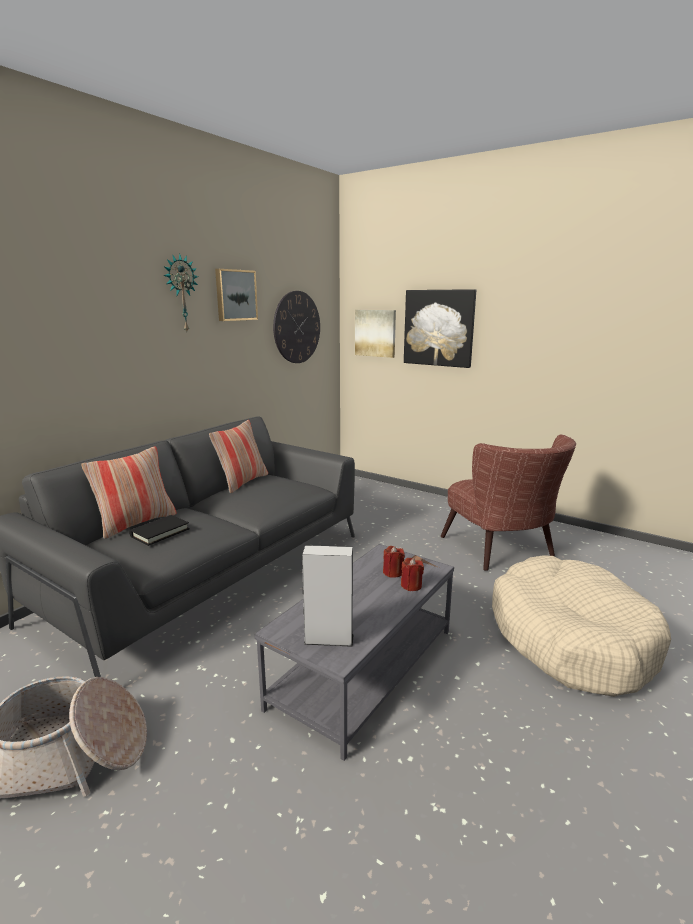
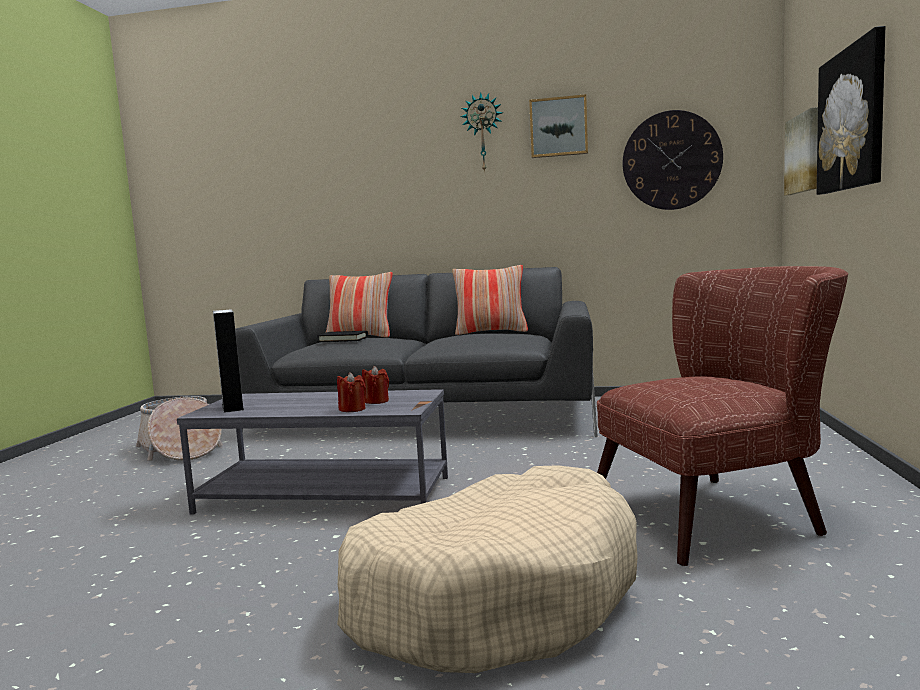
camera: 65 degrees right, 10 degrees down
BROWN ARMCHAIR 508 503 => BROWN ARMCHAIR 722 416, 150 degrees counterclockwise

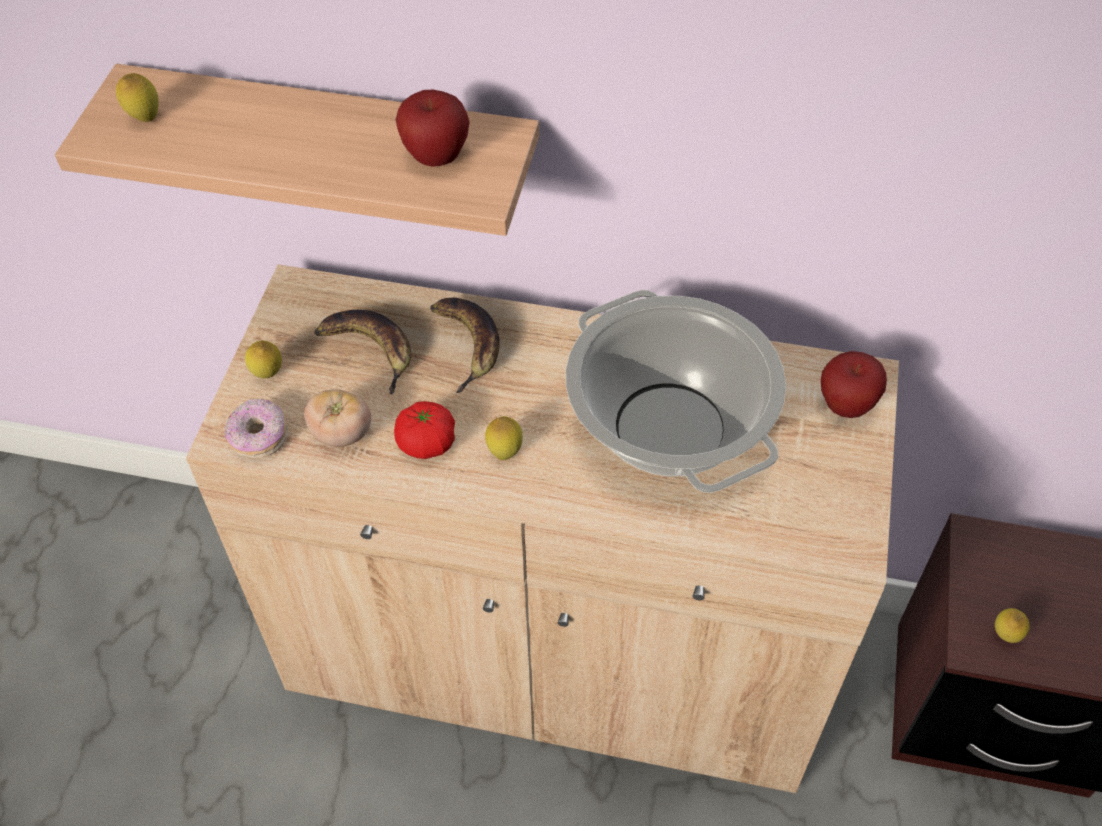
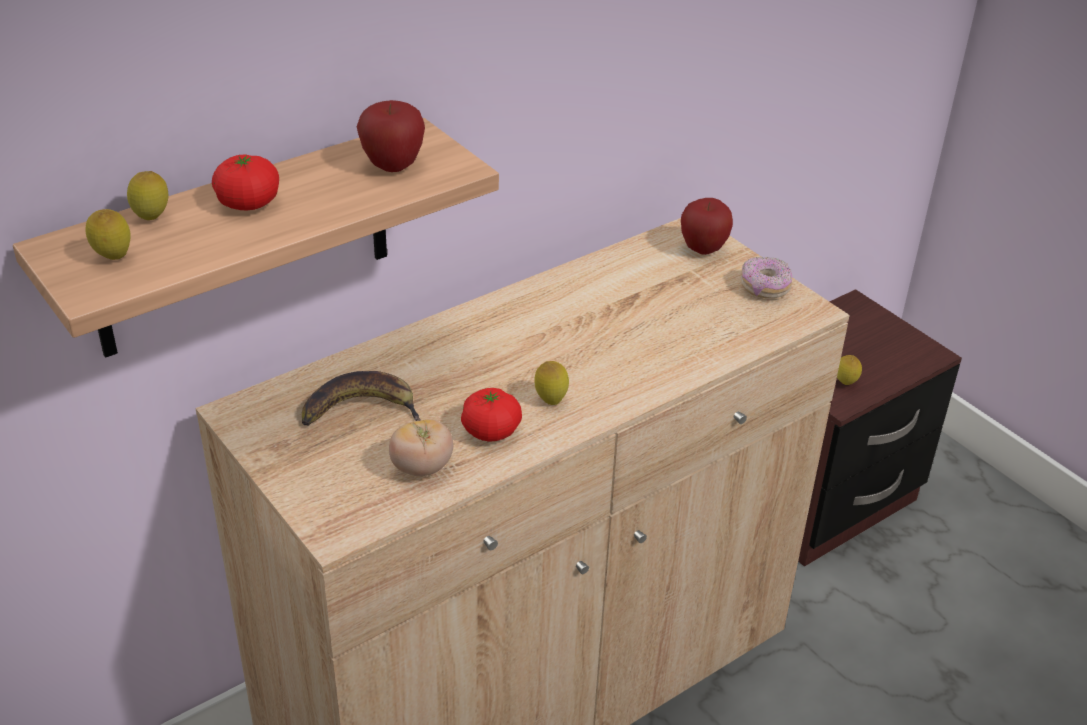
camera: 50 degrees left, 15 degrees down
LEMON 263 359 => LEMON 147 195, move
nothing => TOMATO 245 182
DONUT 256 428 => DONUT 766 278, move
BANANA 465 345 => nothing
COOKING POT 676 391 => nothing

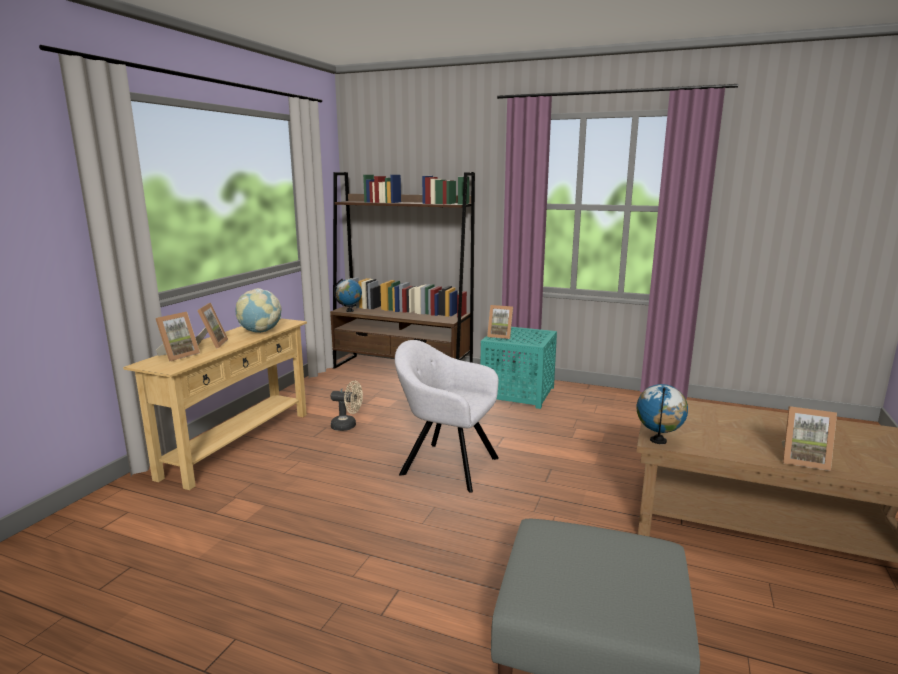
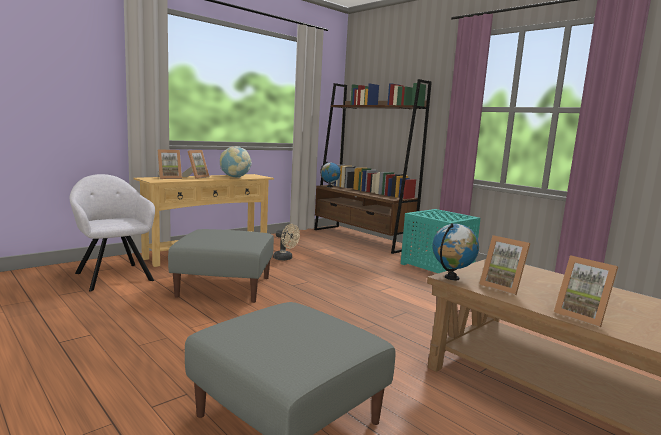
camera: 25 degrees right, 5 degrees down
GREY ARMCHAIR 447 416 => GREY ARMCHAIR 112 233, move
nothing => GREY OTTOMAN 221 266
PICTURE FRAME 500 322 => PICTURE FRAME 504 265, move

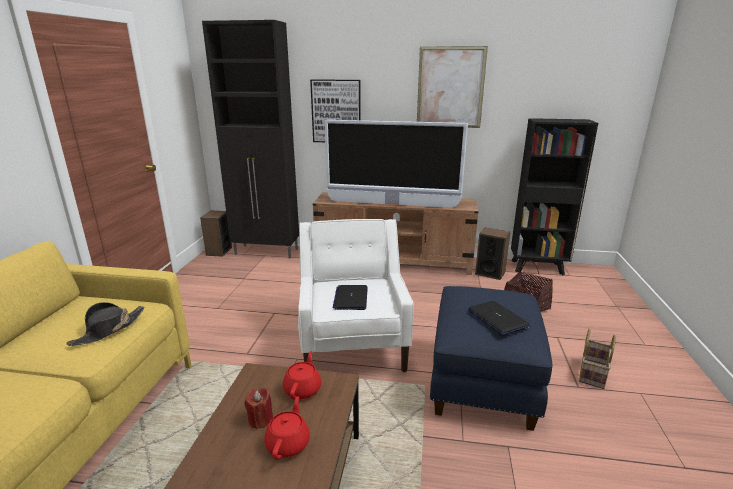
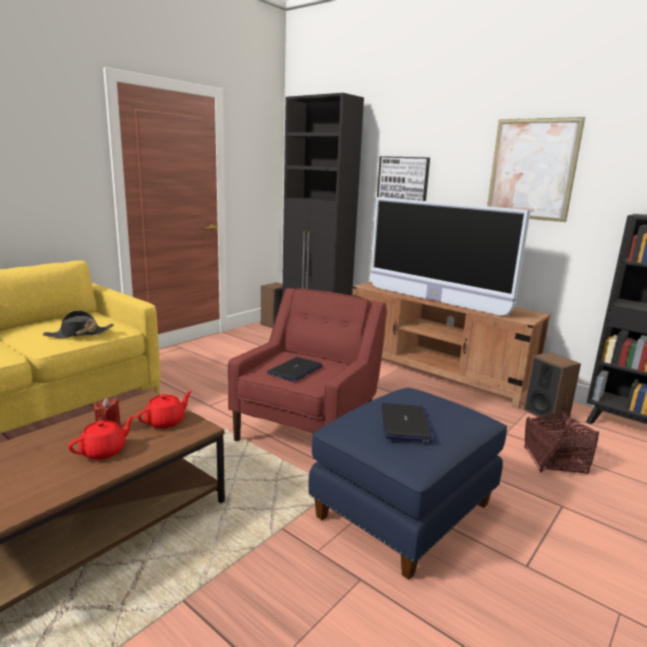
camera: 30 degrees right, 5 degrees down
WHITE ARMCHAIR 356 295 => RED ARMCHAIR 307 364
BASKET 597 358 => nothing

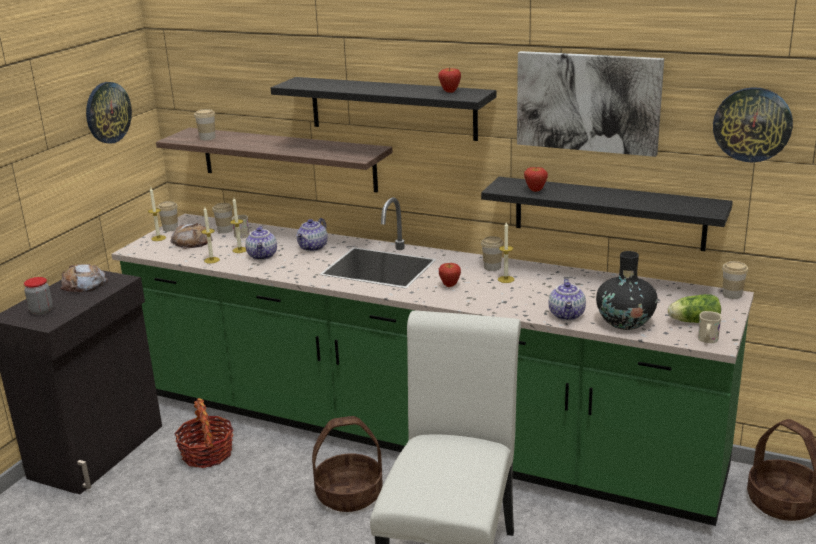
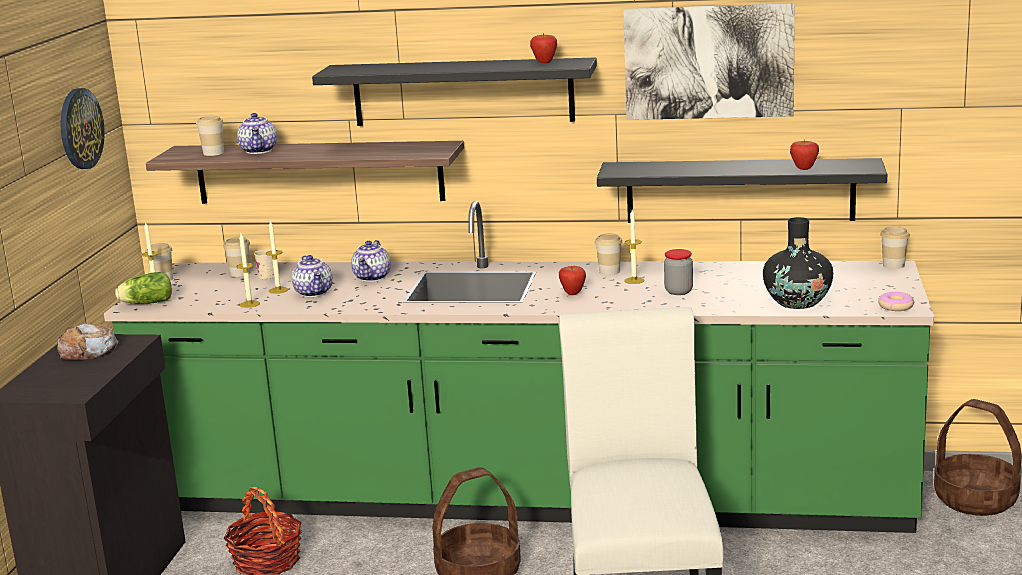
camera: 15 degrees left, 5 degrees down
LETTUCE 694 308 => LETTUCE 143 288, move
TEAPOT 567 300 => TEAPOT 257 133, move
JAR 38 296 => JAR 678 272, move
APPLE 536 179 => APPLE 804 155, move
BEIGE MUG 710 327 => DONUT 896 301
BREAD 191 236 => nothing
WALL CLOCK 753 124 => nothing

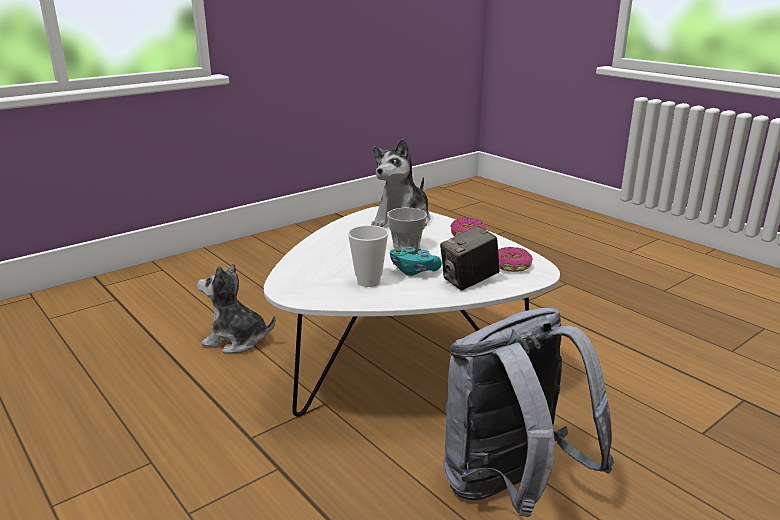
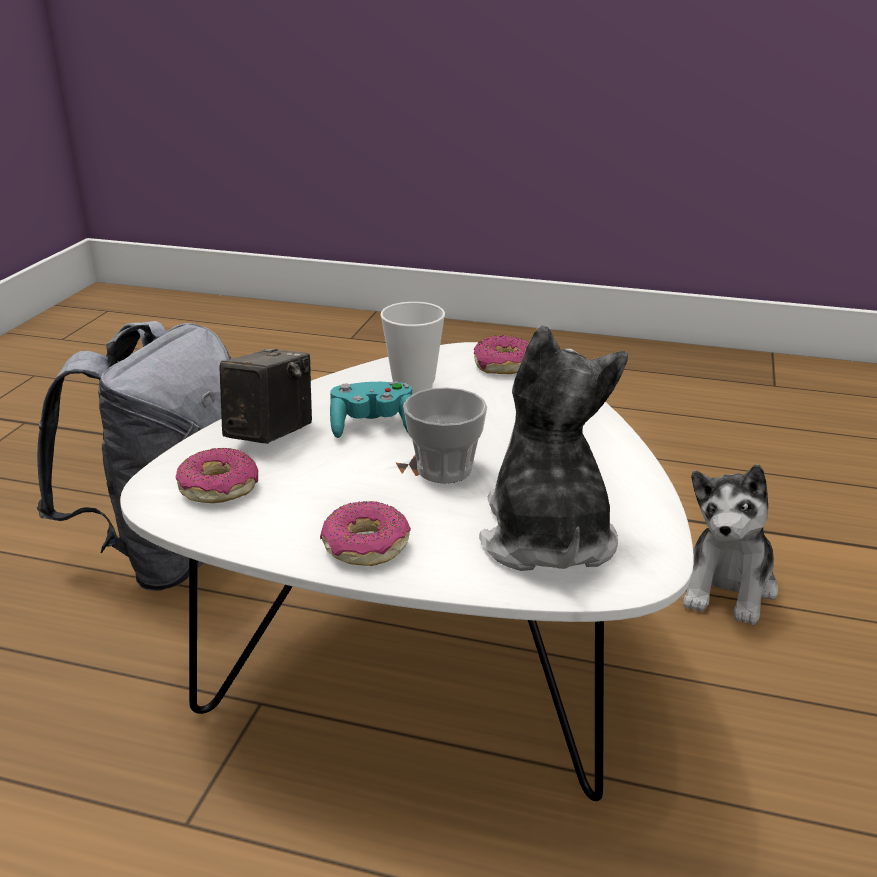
camera: 145 degrees right, 5 degrees up
nothing => DONUT 501 354
PLUSH TOY 236 308 => PLUSH TOY 730 544, 135 degrees clockwise

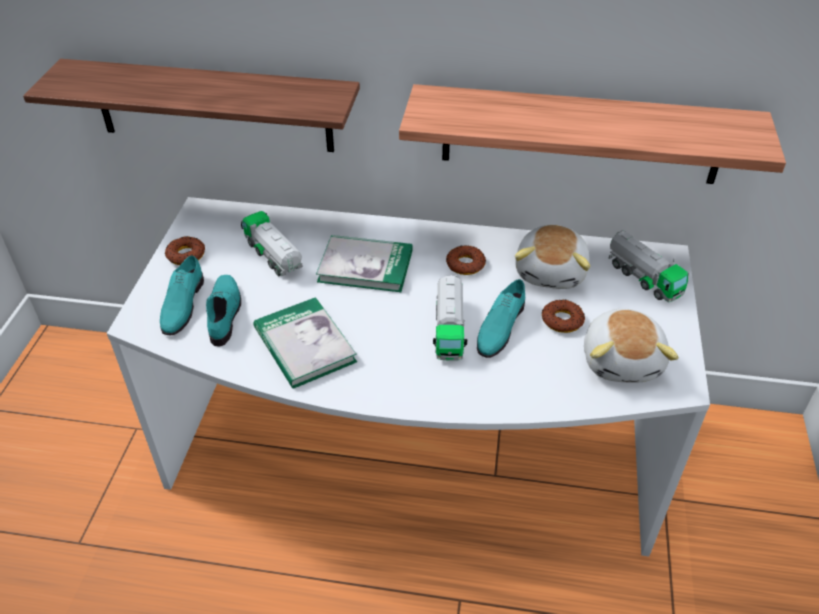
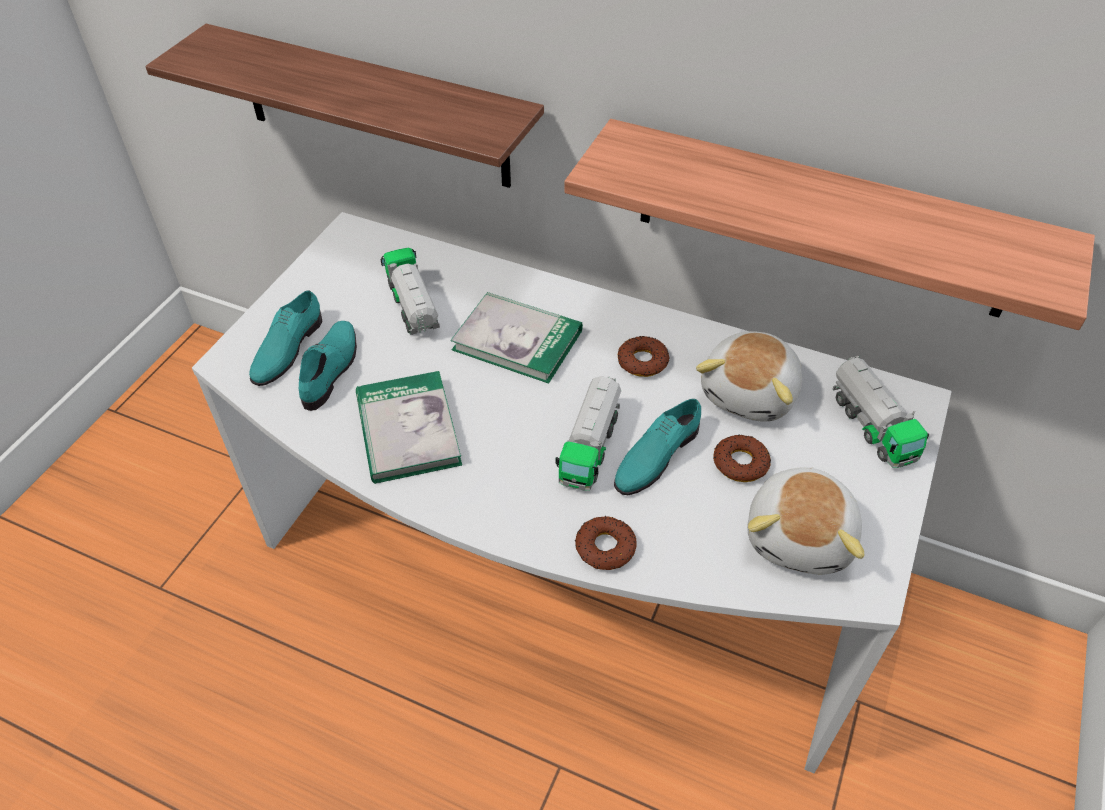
camera: 15 degrees right, 5 degrees up
DONUT 185 250 => DONUT 605 543, move

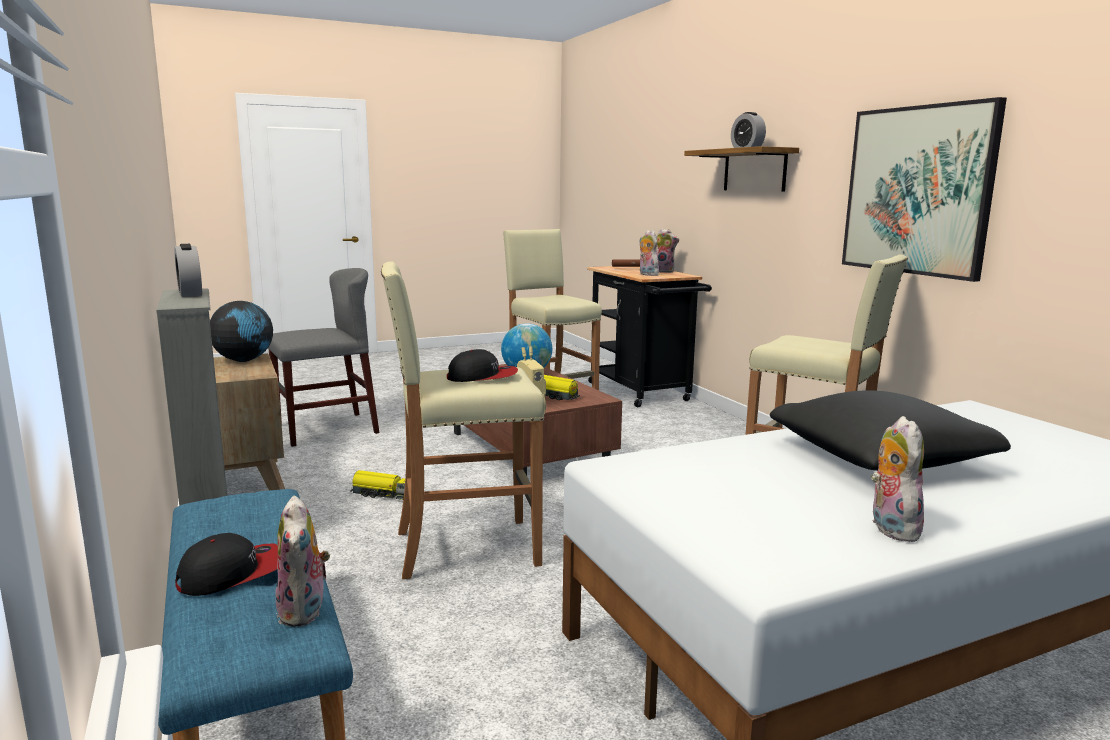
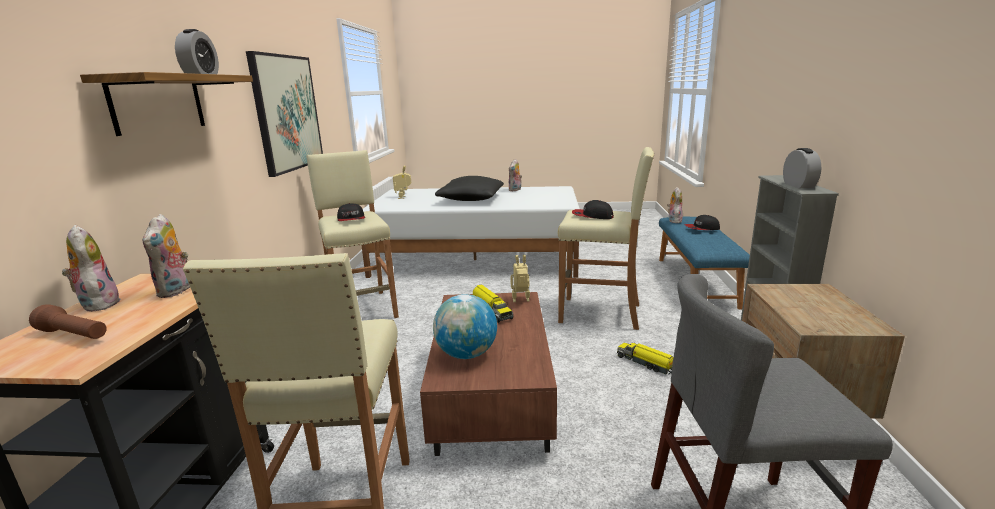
camera: 150 degrees left, 5 degrees up
nothing => CAP 351 212
nothing => TOY ROBOT 402 182
GLOBE 241 331 => nothing

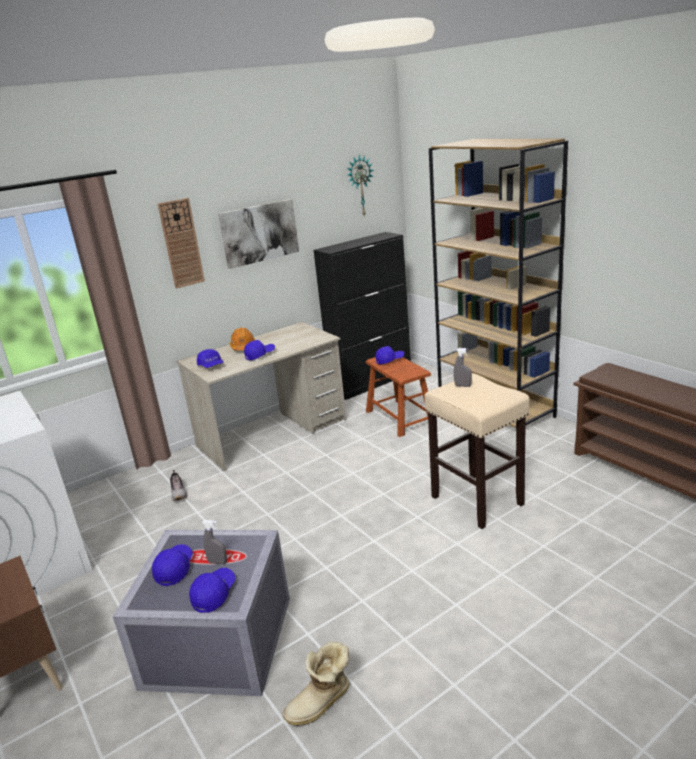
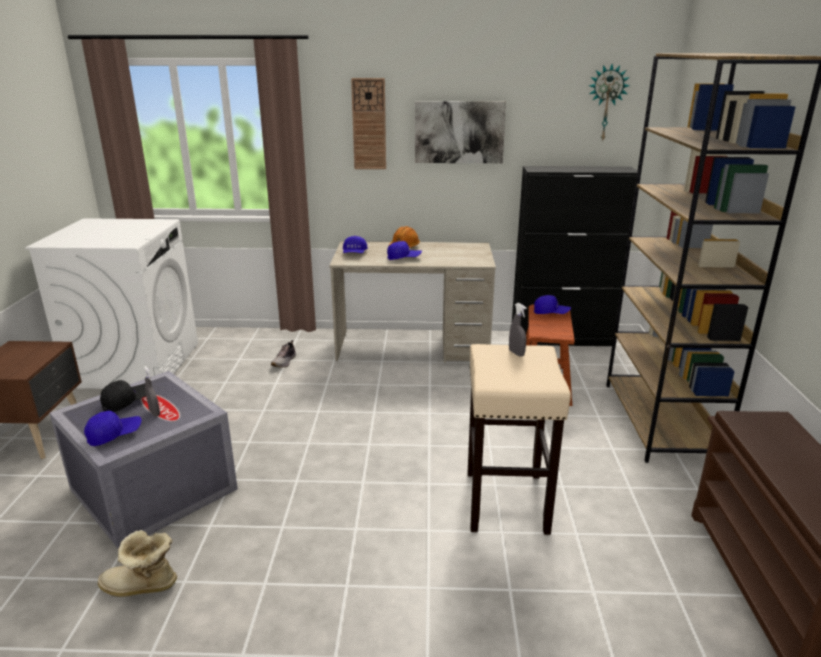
camera: 35 degrees right, 0 degrees up
BLUE CAP 172 565 => BLACK CAP 123 396

